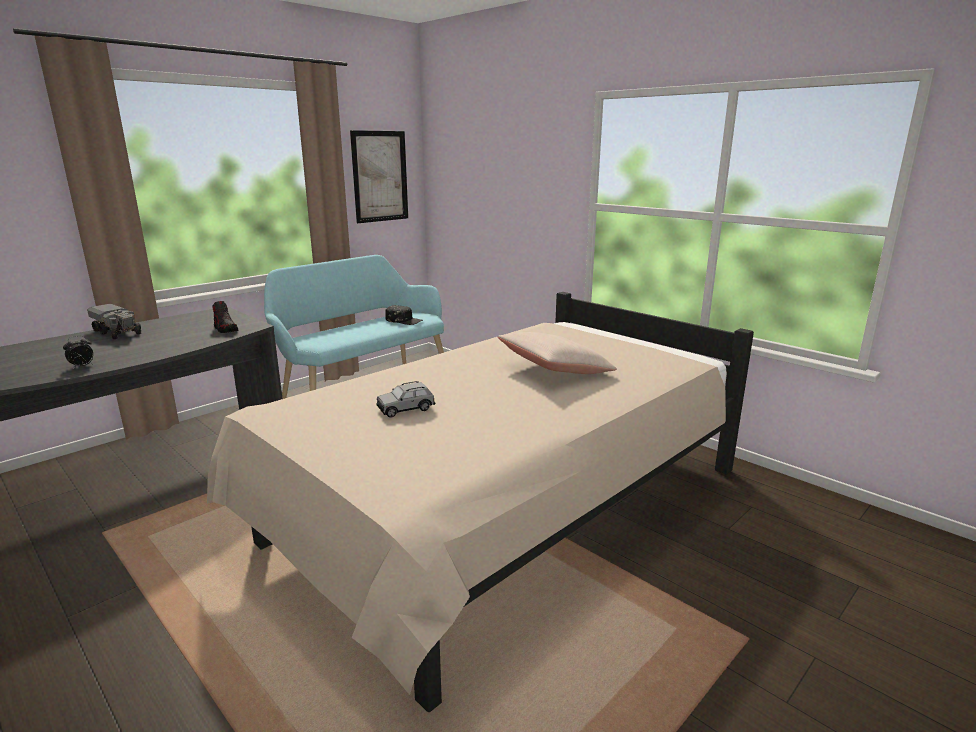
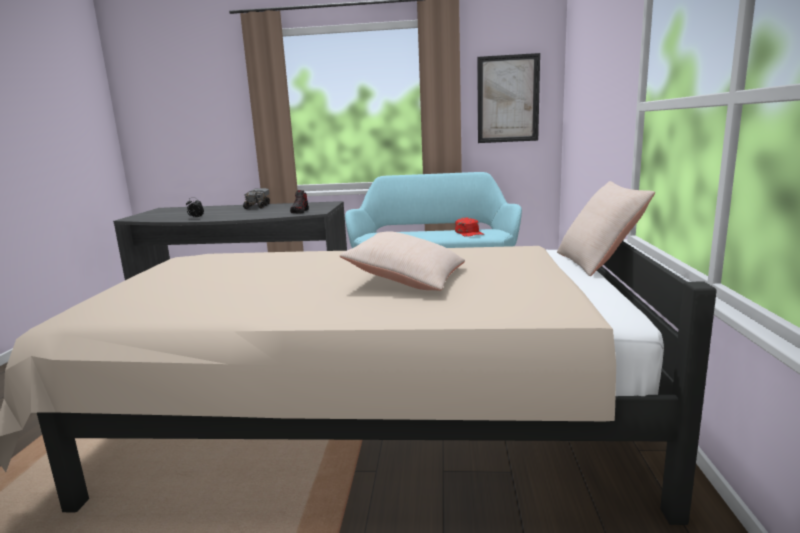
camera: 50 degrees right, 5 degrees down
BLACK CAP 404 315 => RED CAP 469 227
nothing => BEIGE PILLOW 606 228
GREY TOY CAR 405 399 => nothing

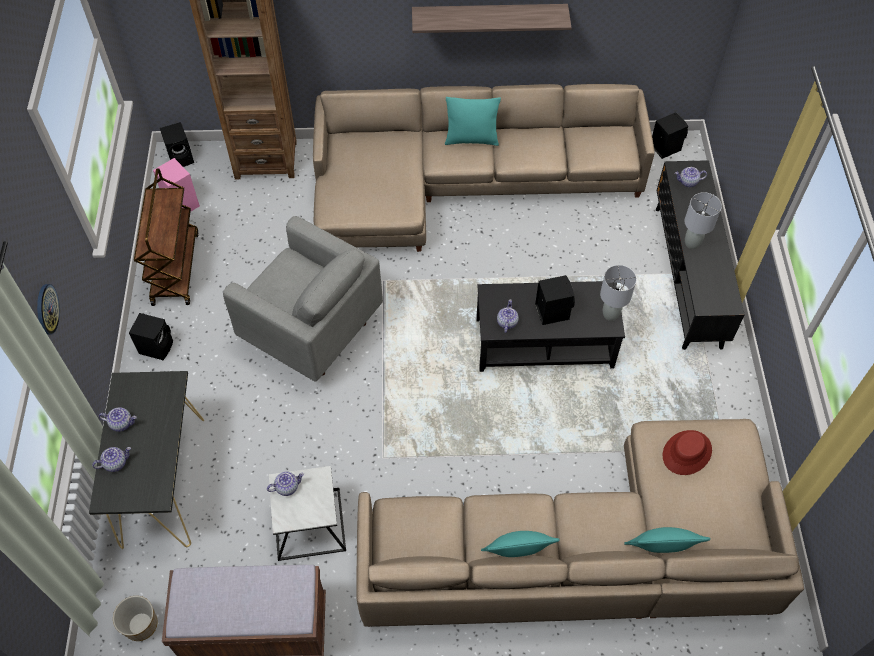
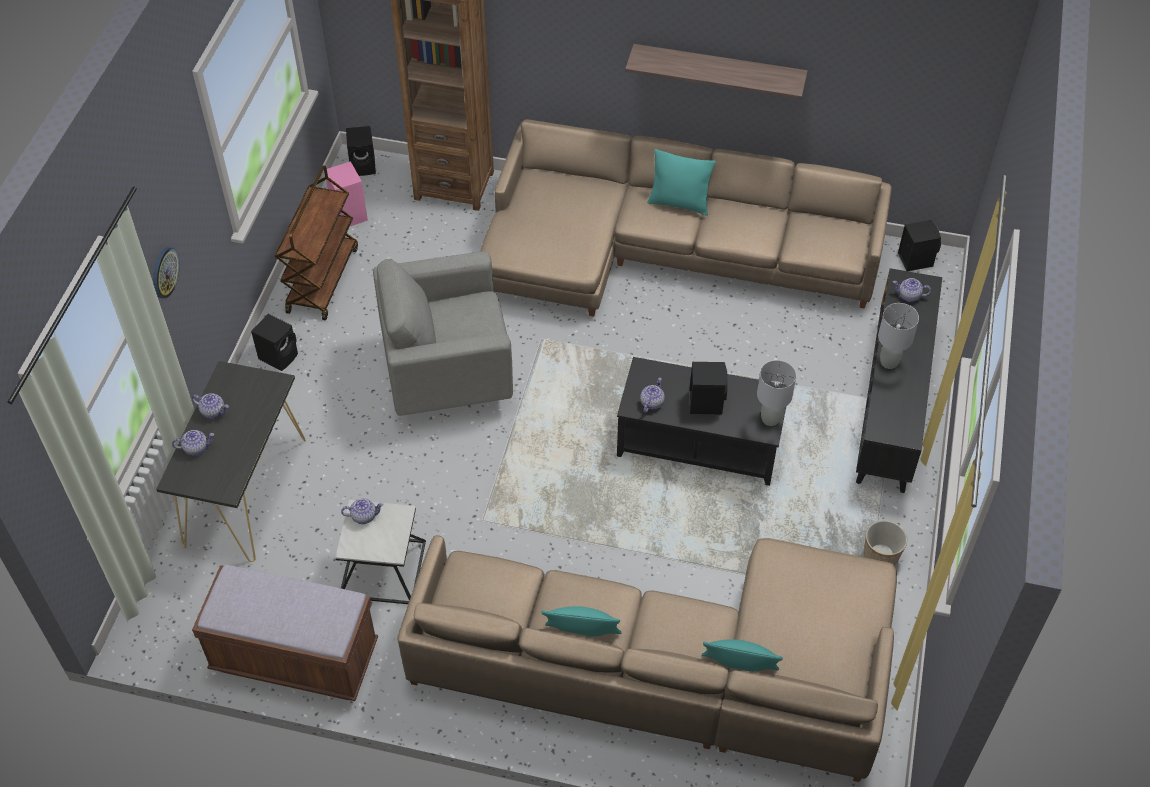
camera: 15 degrees right, 5 degrees down
GREY ARMCHAIR 303 299 => GREY ARMCHAIR 443 333, 120 degrees clockwise
PLANTER 135 618 => PLANTER 885 543, move
RED HAT 687 452 => nothing

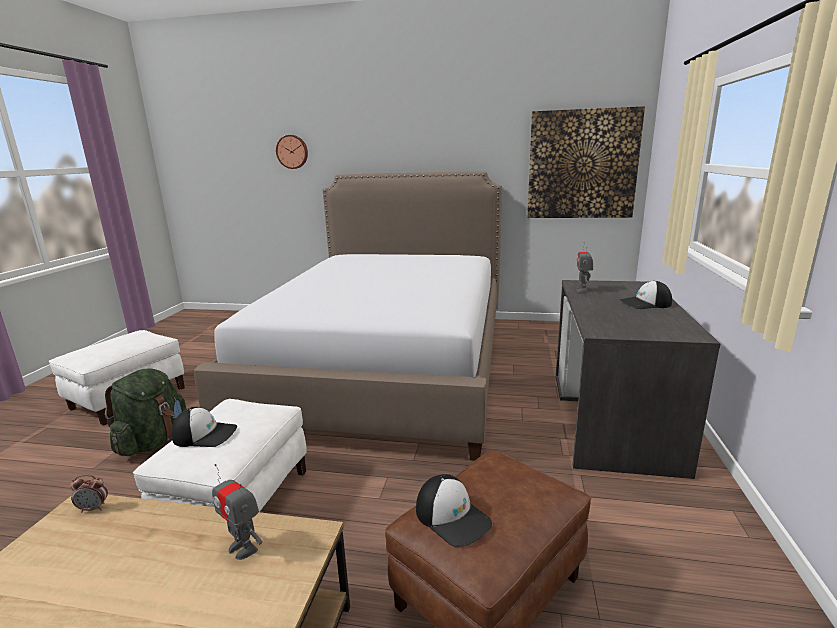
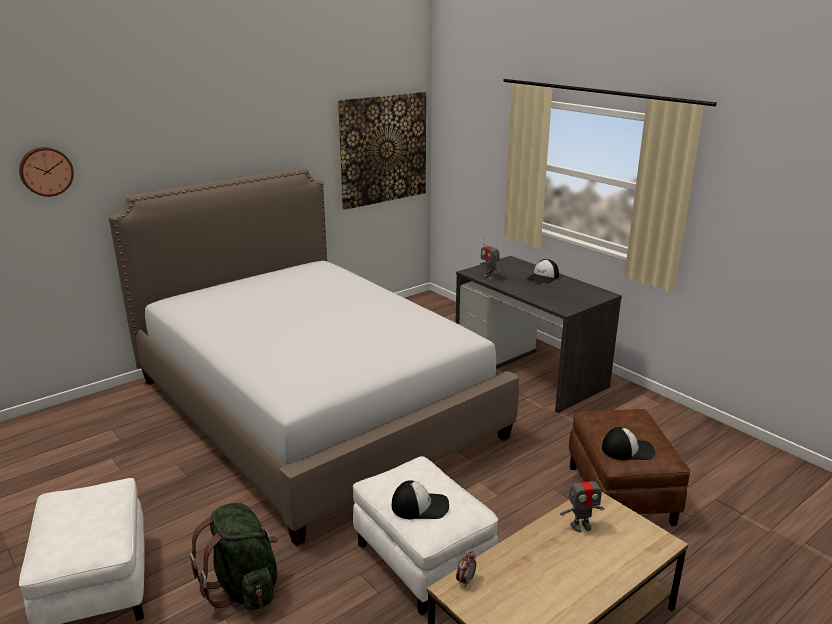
camera: 50 degrees left, 5 degrees up
CAP 204 427 => CAP 420 500, 45 degrees clockwise

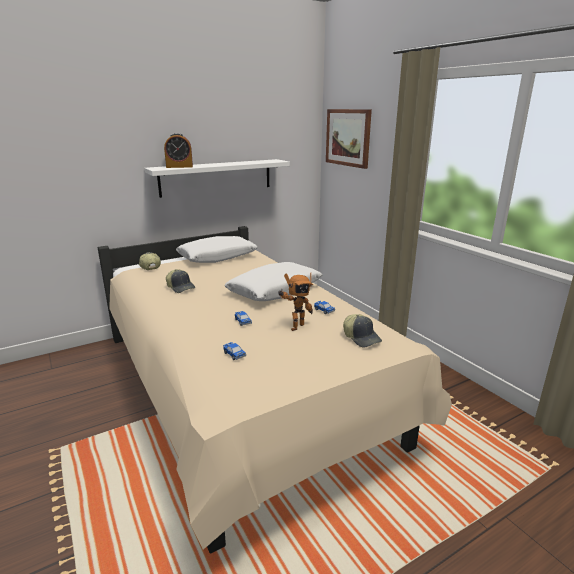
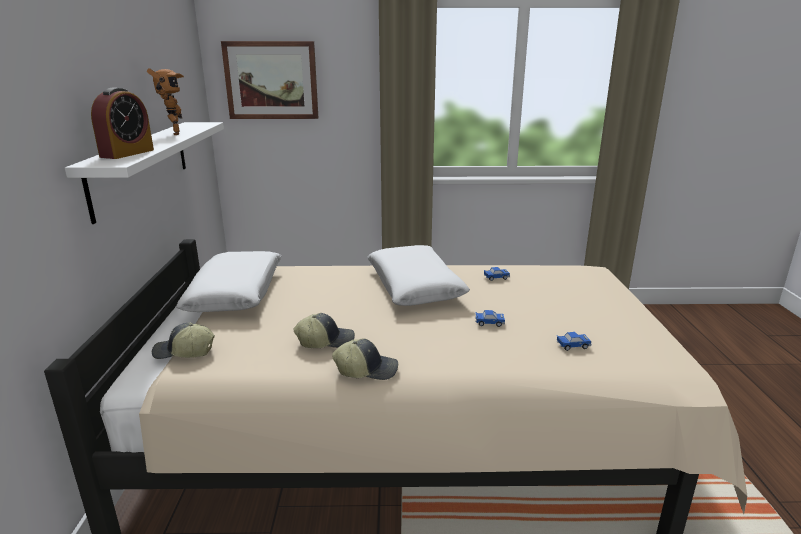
camera: 60 degrees left, 0 degrees up
TOY ROBOT 295 301 => TOY ROBOT 165 101, move
CAP 362 331 => CAP 365 359, move

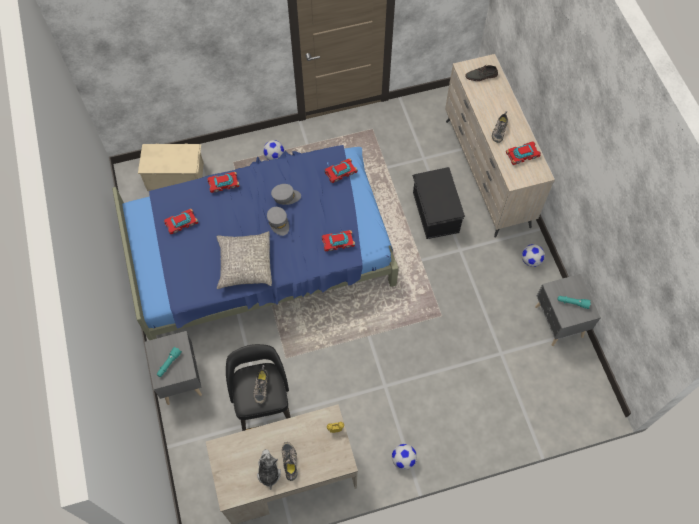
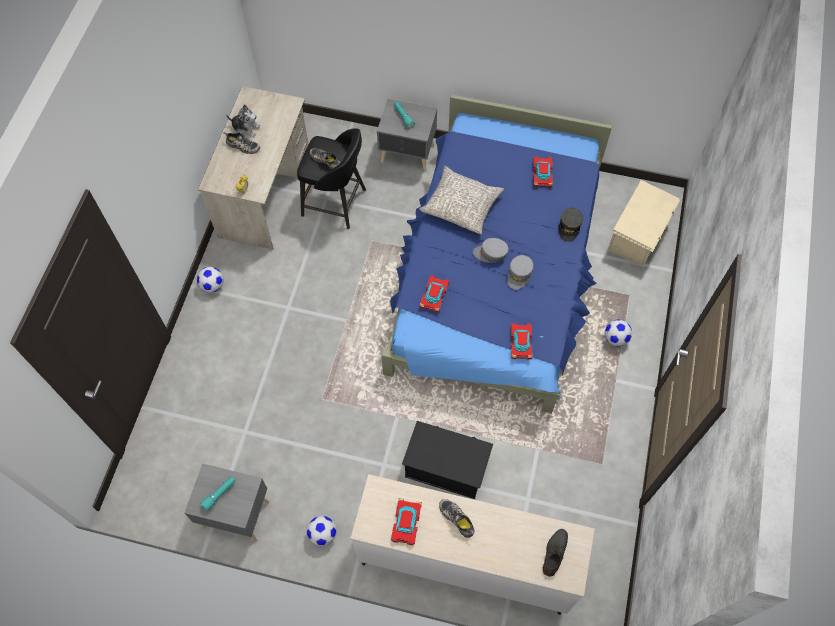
camera: 120 degrees right, 0 degrees up
TOY CAR 223 182 => GREY CAP 571 225

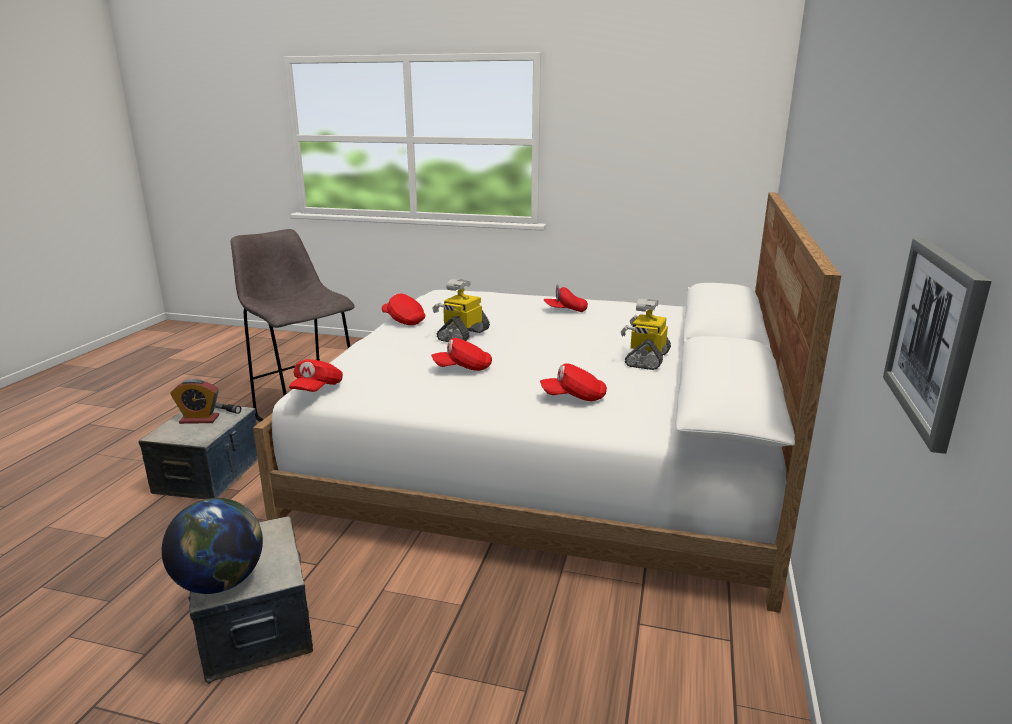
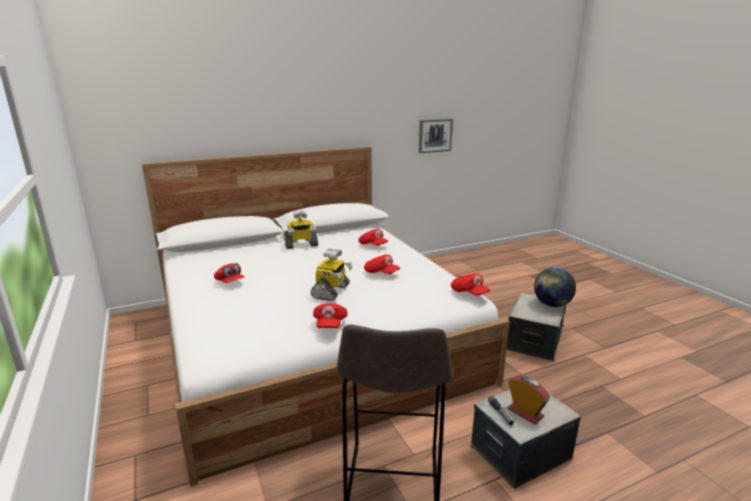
camera: 130 degrees left, 0 degrees up
TOY ROBOT 461 310 => TOY ROBOT 331 275, 60 degrees counterclockwise
RED CAP 316 375 => RED CAP 470 284, 75 degrees clockwise

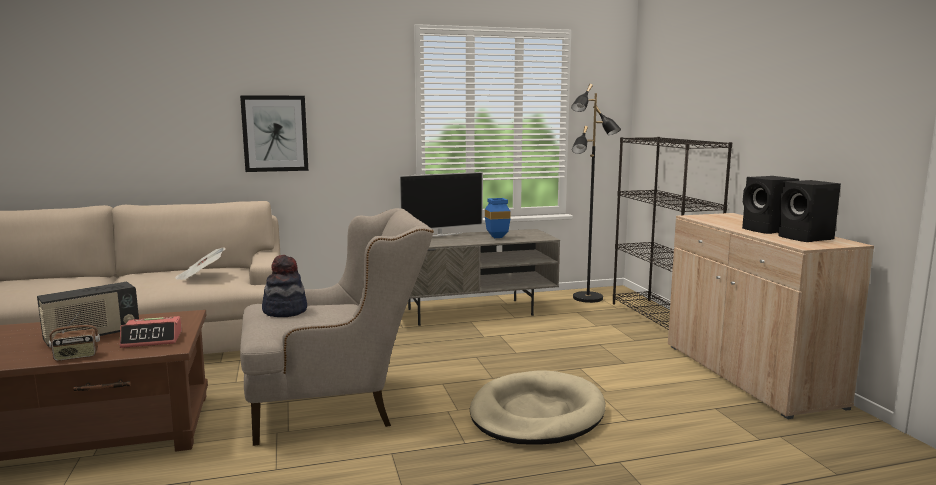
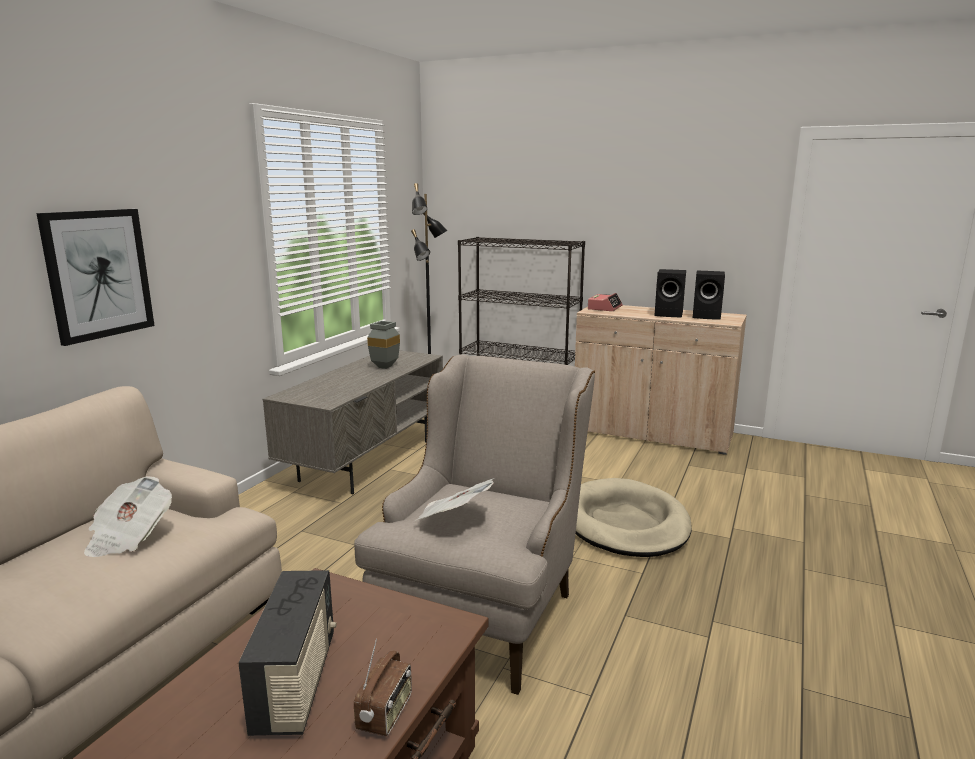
camera: 50 degrees left, 5 degrees up
BLUE VASE 498 218 => GREY VASE 383 345
HAT 284 286 => NEWSPAPER 454 499
ALARM CLOCK 151 332 => ALARM CLOCK 605 302, move
TELEVISION 441 204 => nothing

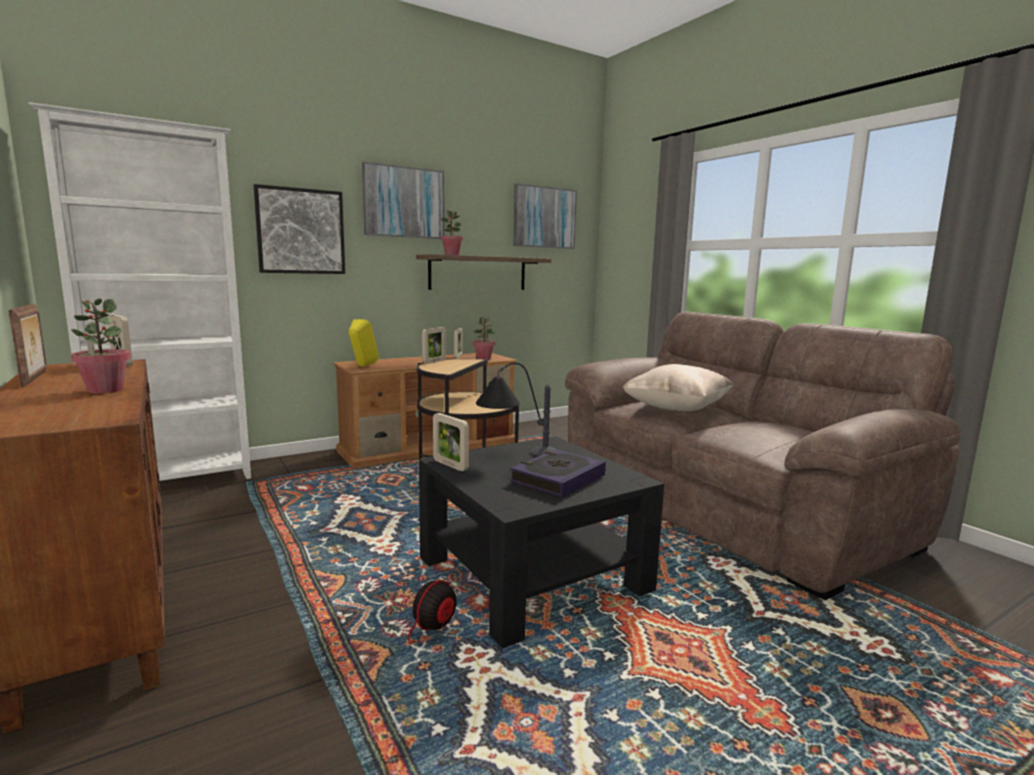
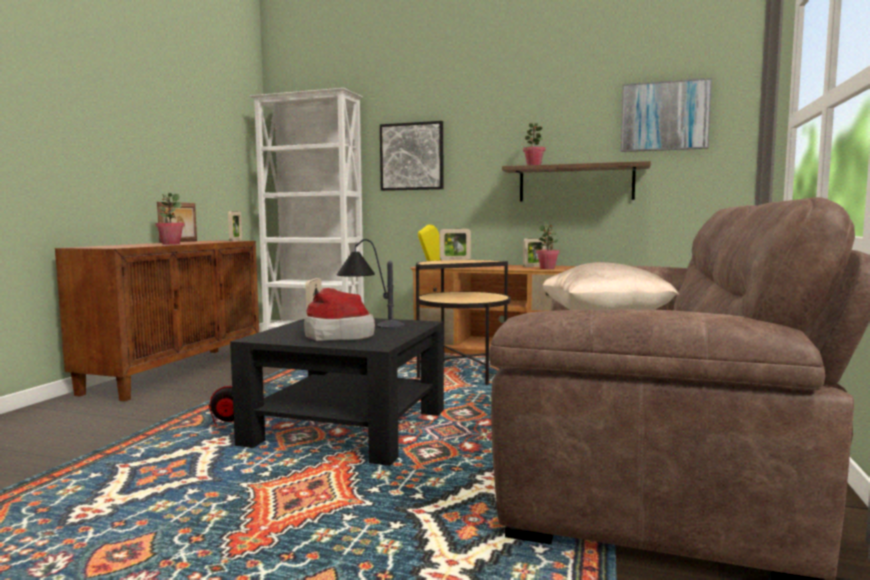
camera: 50 degrees right, 5 degrees down
BOOK 558 473 => HAT 339 314
PICTURE 403 200 => nothing

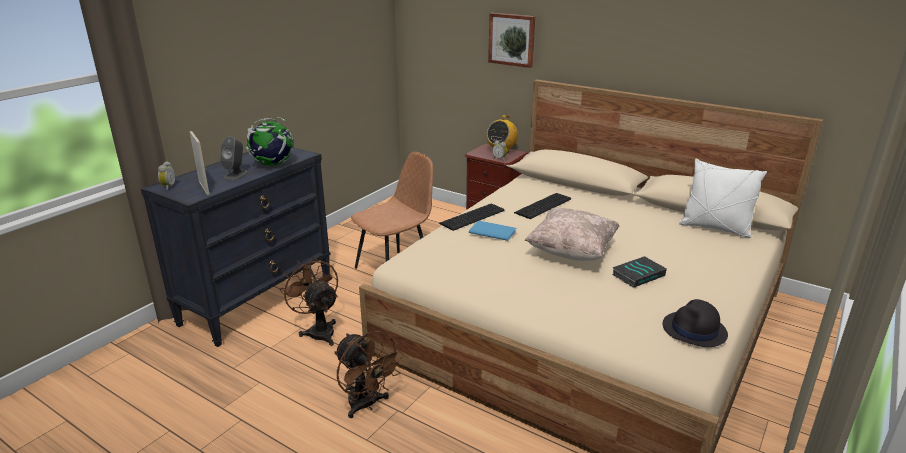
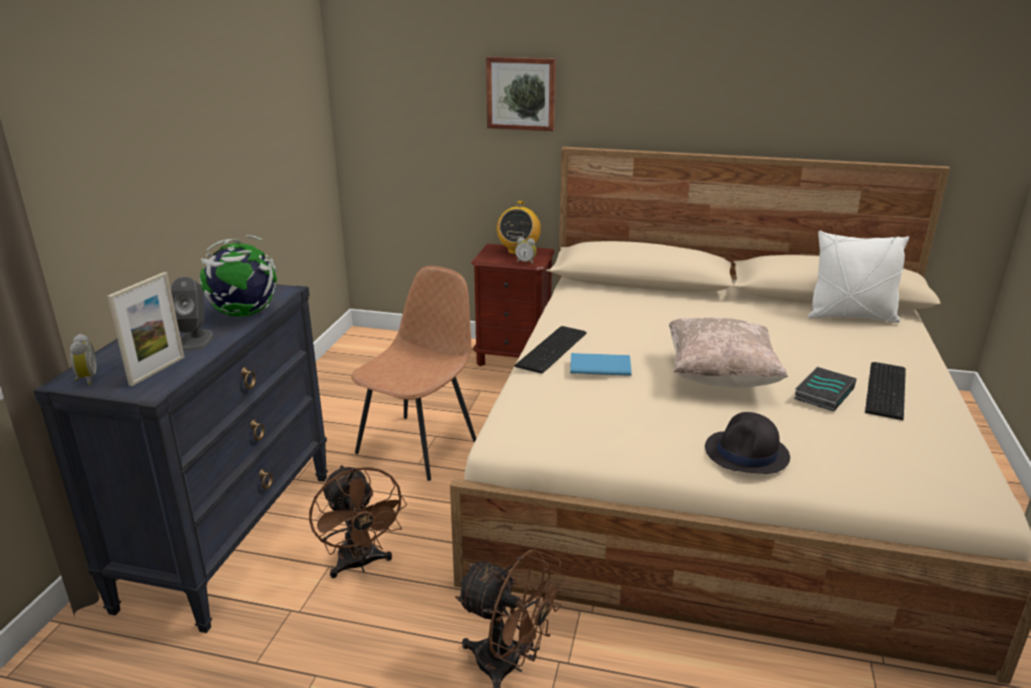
camera: 20 degrees left, 0 degrees up
PICTURE FRAME 199 163 => PICTURE FRAME 146 329, 75 degrees clockwise
BROWN FAN 309 301 => BROWN FAN 358 521, 150 degrees counterclockwise
BLACK HAT 695 323 => BLACK HAT 747 443, move
KEYBOARD 542 206 => KEYBOARD 885 391, move

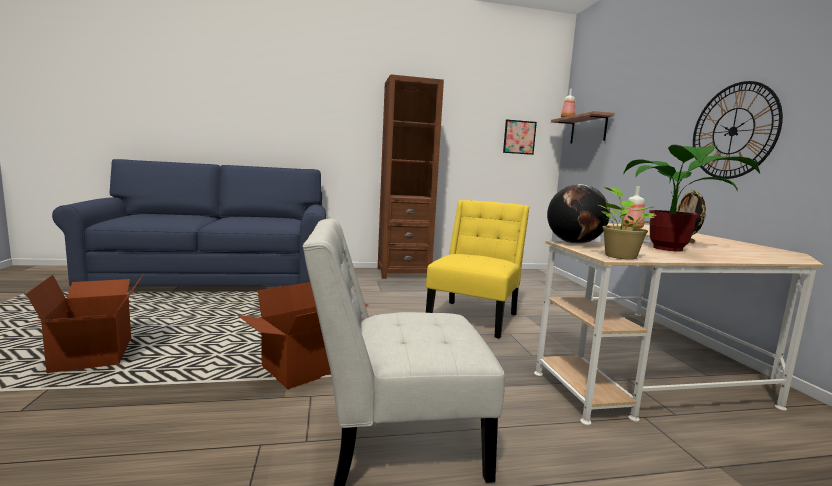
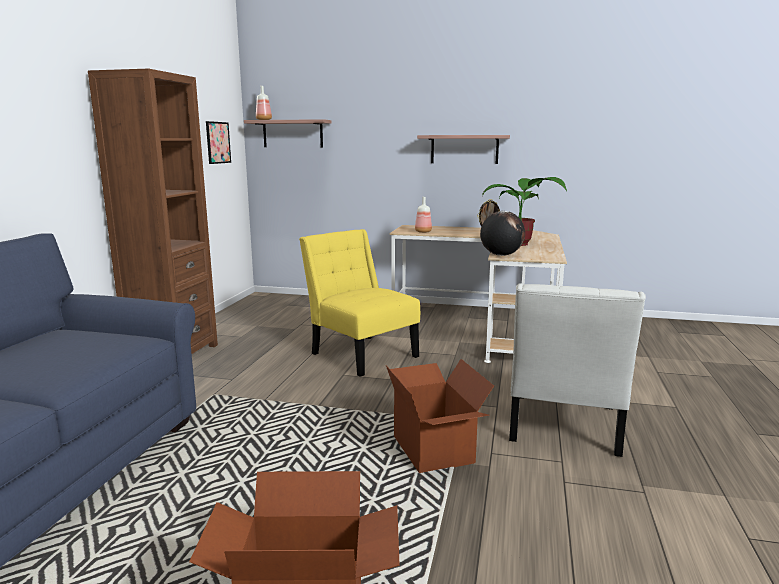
camera: 65 degrees left, 5 degrees up
WALL CLOCK 738 130 => SHELF 463 149
POTTED PLANT 628 223 => nothing

